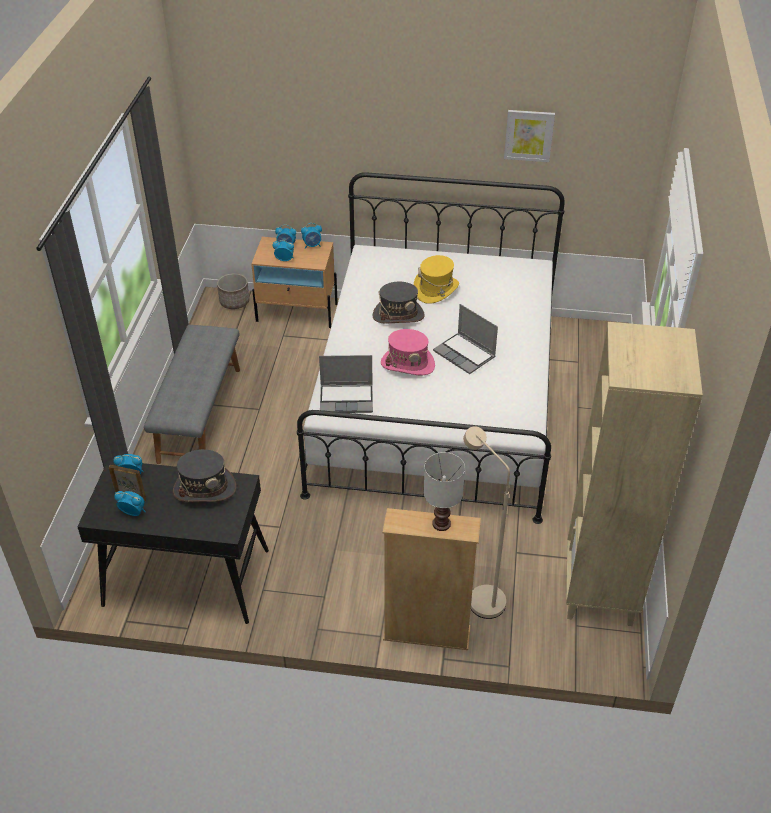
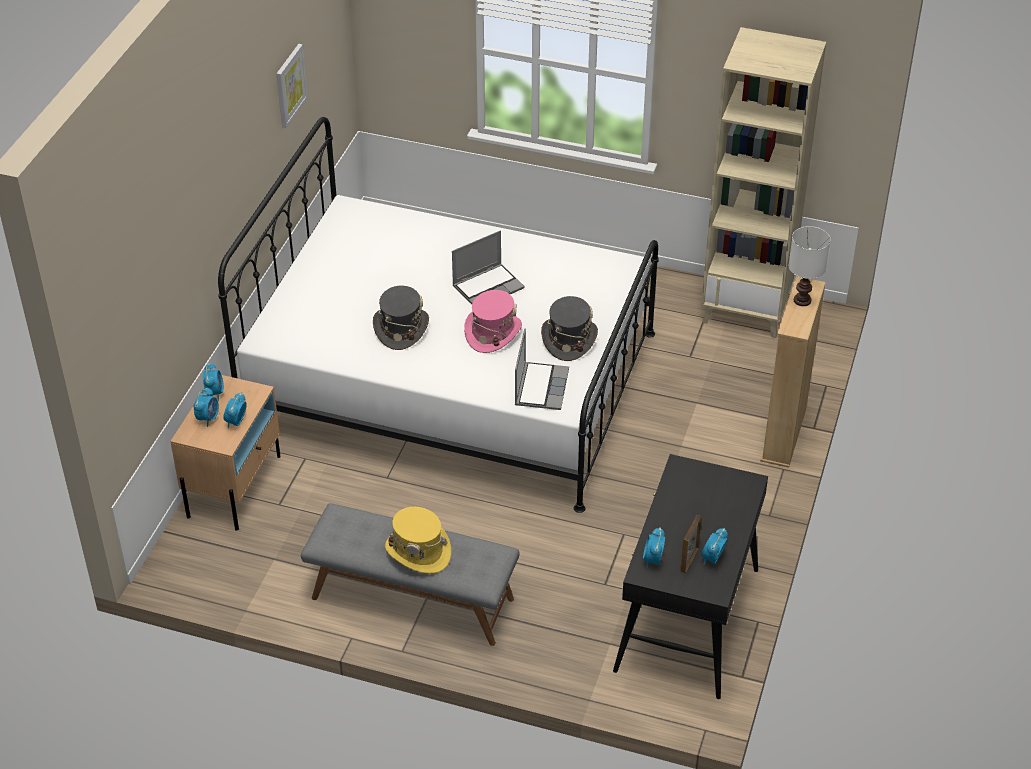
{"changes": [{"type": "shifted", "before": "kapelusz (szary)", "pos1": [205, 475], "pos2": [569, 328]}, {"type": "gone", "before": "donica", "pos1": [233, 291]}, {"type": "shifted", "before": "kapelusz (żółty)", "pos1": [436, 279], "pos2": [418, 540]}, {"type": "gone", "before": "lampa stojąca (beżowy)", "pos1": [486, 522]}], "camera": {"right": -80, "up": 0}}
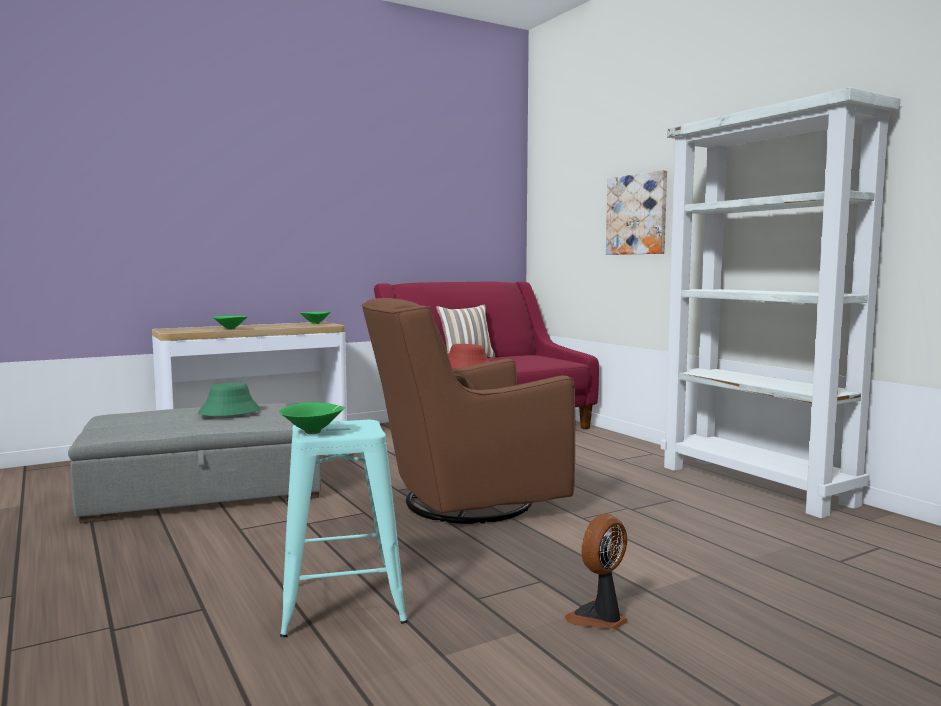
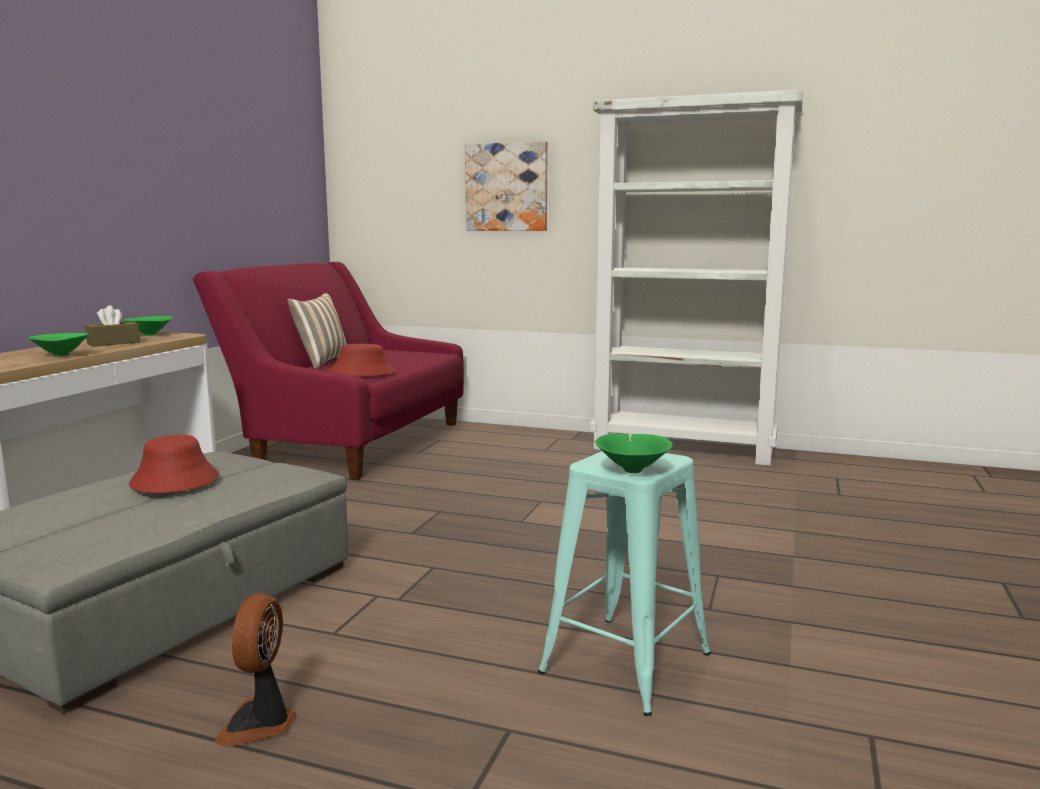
{"changes": [{"type": "repainted", "before": "kapelusz (zielony)", "after": "kapelusz (czerwony)", "pos1": [229, 399], "pos2": [174, 464]}, {"type": "gone", "before": "fotel (brązowy)", "pos1": [468, 411]}, {"type": "shifted", "before": "wentylator", "pos1": [596, 571], "pos2": [255, 670]}, {"type": "new", "after": "pudełko chusteczek (brązowy)", "pos2": [112, 326]}], "camera": {"right": -40, "up": 5}}
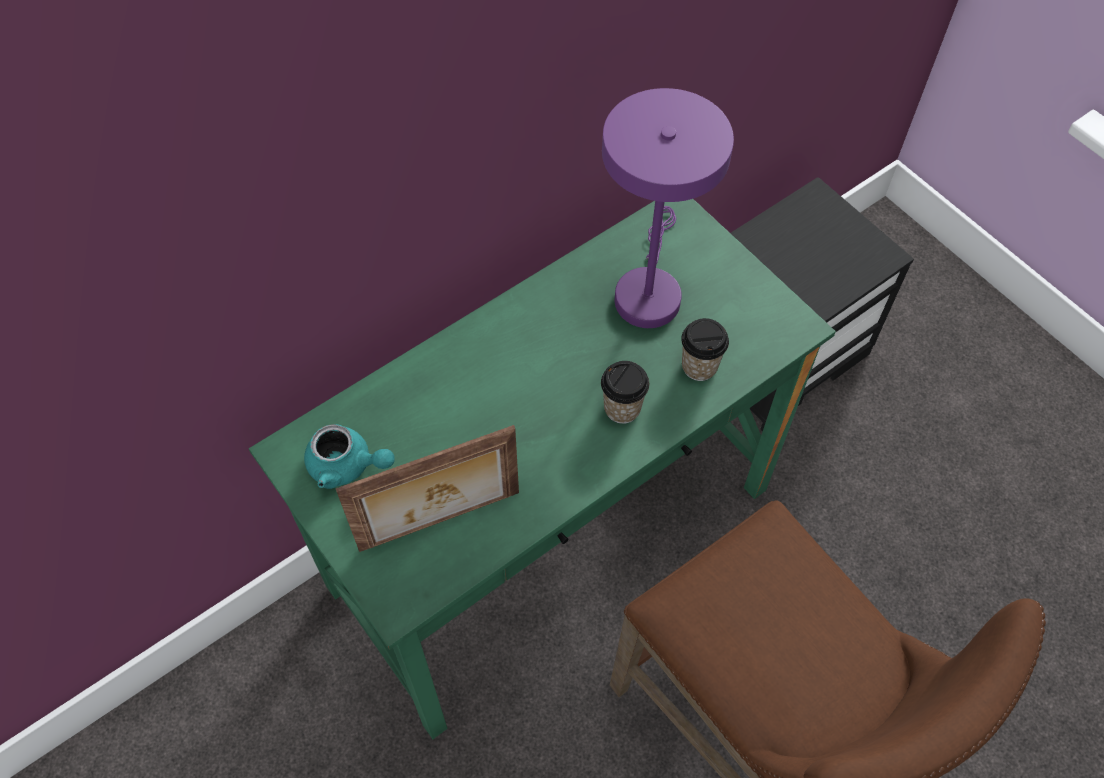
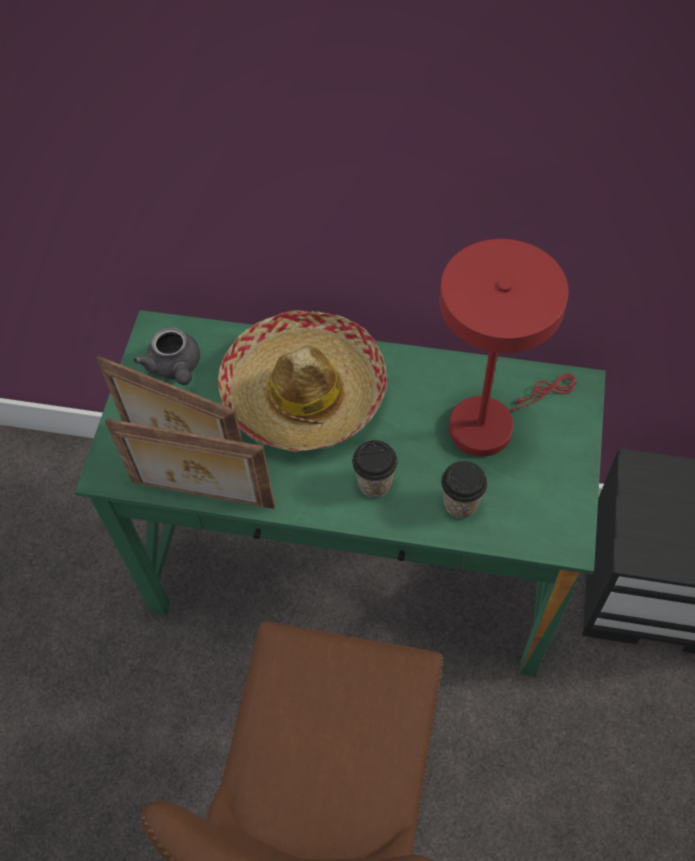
{"changes": [{"type": "repainted", "before": "imbryk (turkusowy)", "after": "imbryk (szary)", "pos1": [349, 456], "pos2": [167, 356]}, {"type": "repainted", "before": "lampa stołowa (fioletowy)", "after": "lampa stołowa (czerwony)", "pos1": [668, 208], "pos2": [508, 348]}, {"type": "new", "after": "ramka na zdjęcie", "pos2": [190, 463]}, {"type": "new", "after": "kapelusz", "pos2": [302, 381]}], "camera": {"right": 50, "up": 0}}
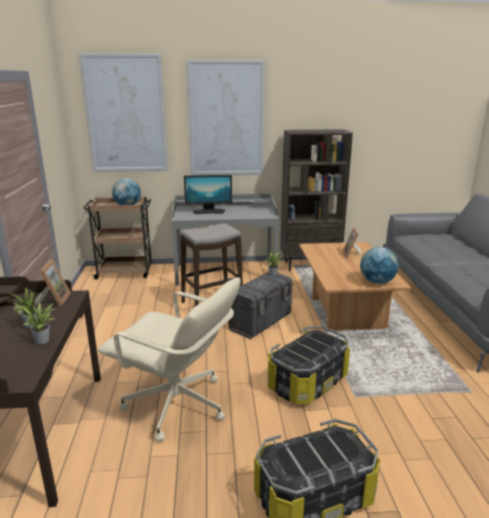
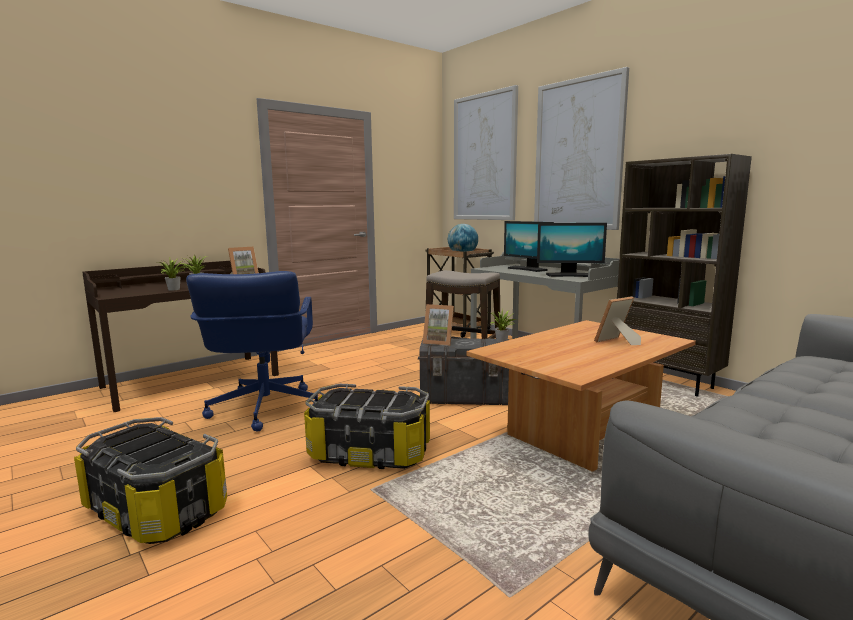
{"changes": [{"type": "repainted", "before": "krzesło biurowe (beżowy)", "after": "krzesło biurowe (niebieski)", "pos1": [169, 359], "pos2": [252, 351]}, {"type": "gone", "before": "globus", "pos1": [379, 265]}, {"type": "new", "after": "ramka na zdjęcie", "pos2": [438, 325]}, {"type": "new", "after": "monitor", "pos2": [572, 250]}], "camera": {"right": 55, "up": -10}}
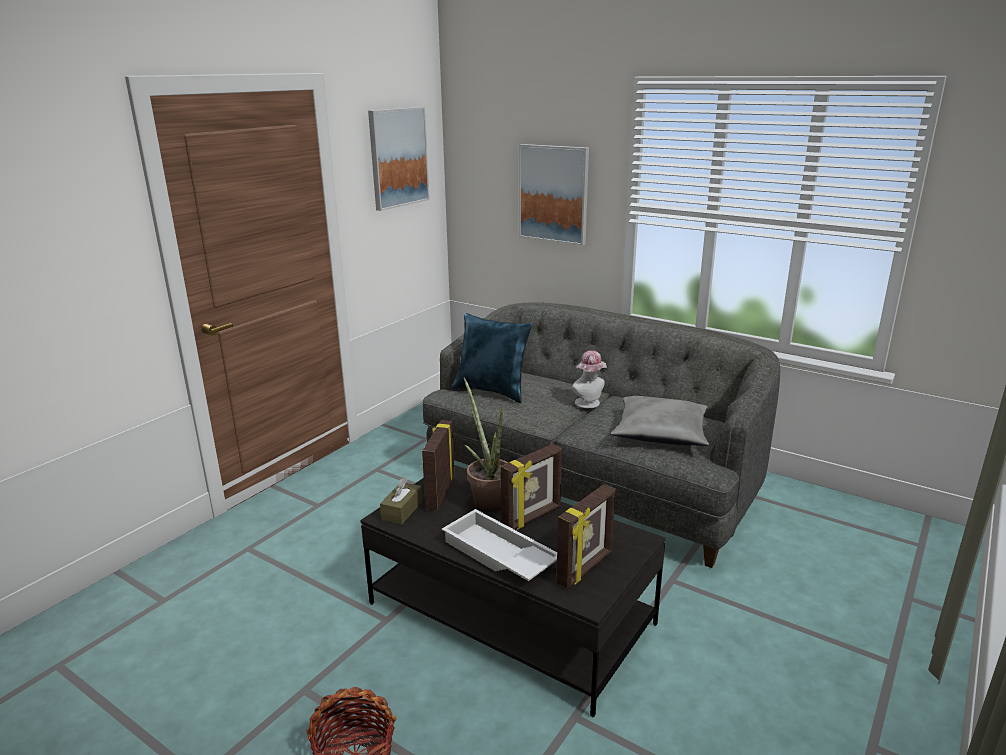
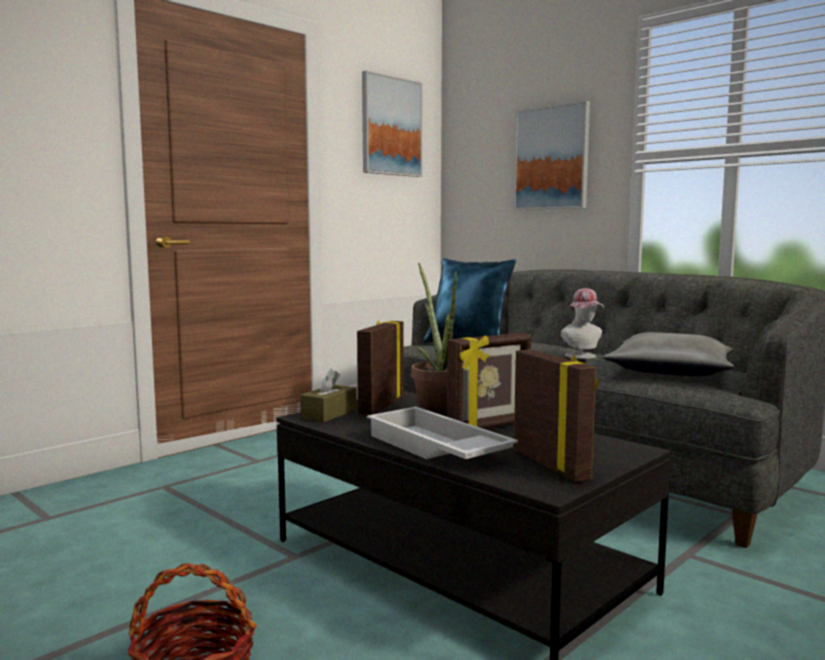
{"changes": [{"type": "rotated", "before": "ramka na zdjęcie", "pos1": [585, 536], "pos2": [556, 415], "turn": -75}], "camera": {"right": 10, "up": -15}}
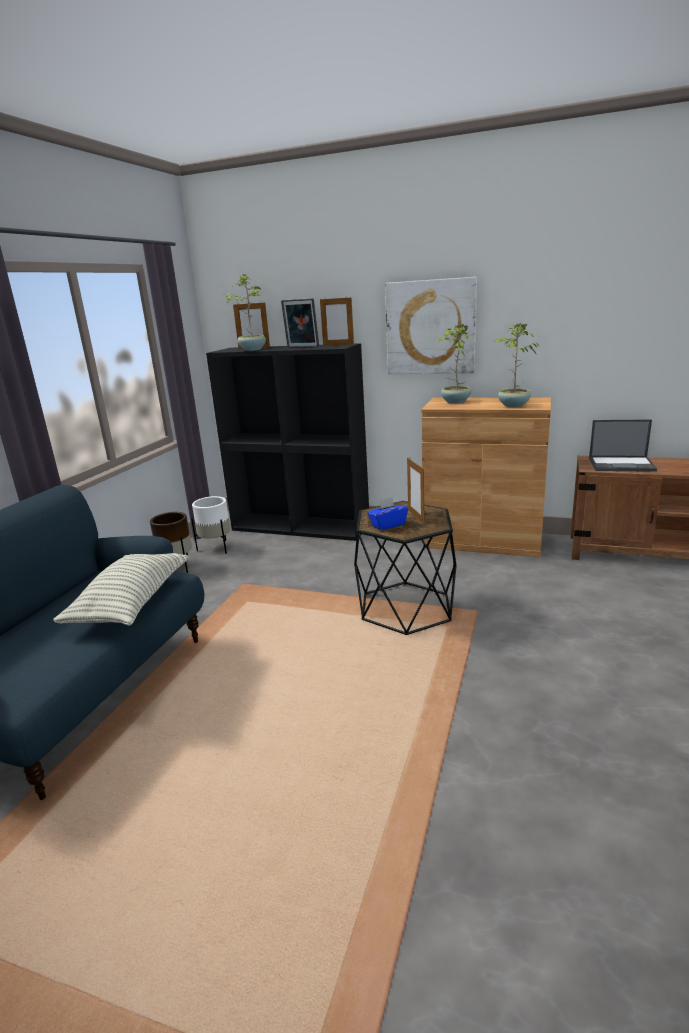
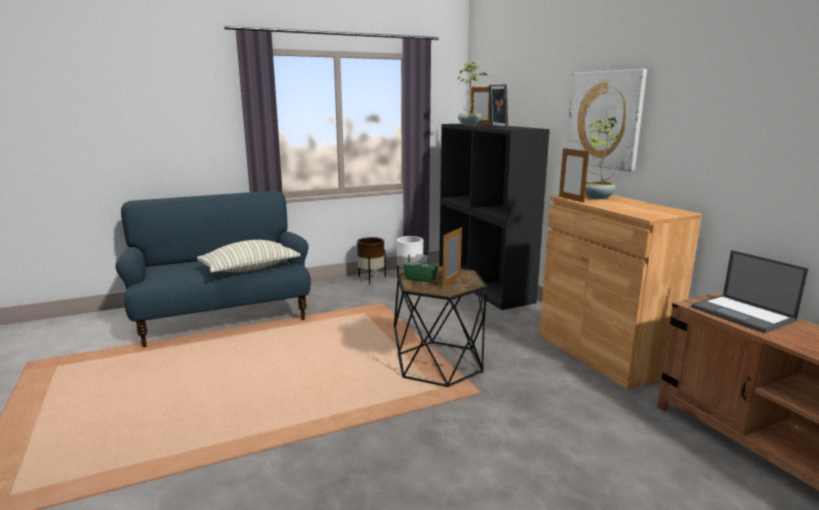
{"changes": [{"type": "shifted", "before": "ramka na zdjęcie", "pos1": [337, 321], "pos2": [574, 175]}, {"type": "repainted", "before": "pudełko chusteczek (niebieski)", "after": "pudełko chusteczek (zielony)", "pos1": [388, 513], "pos2": [421, 268]}, {"type": "gone", "before": "roślina doniczkowa", "pos1": [517, 365]}], "camera": {"right": 45, "up": -5}}
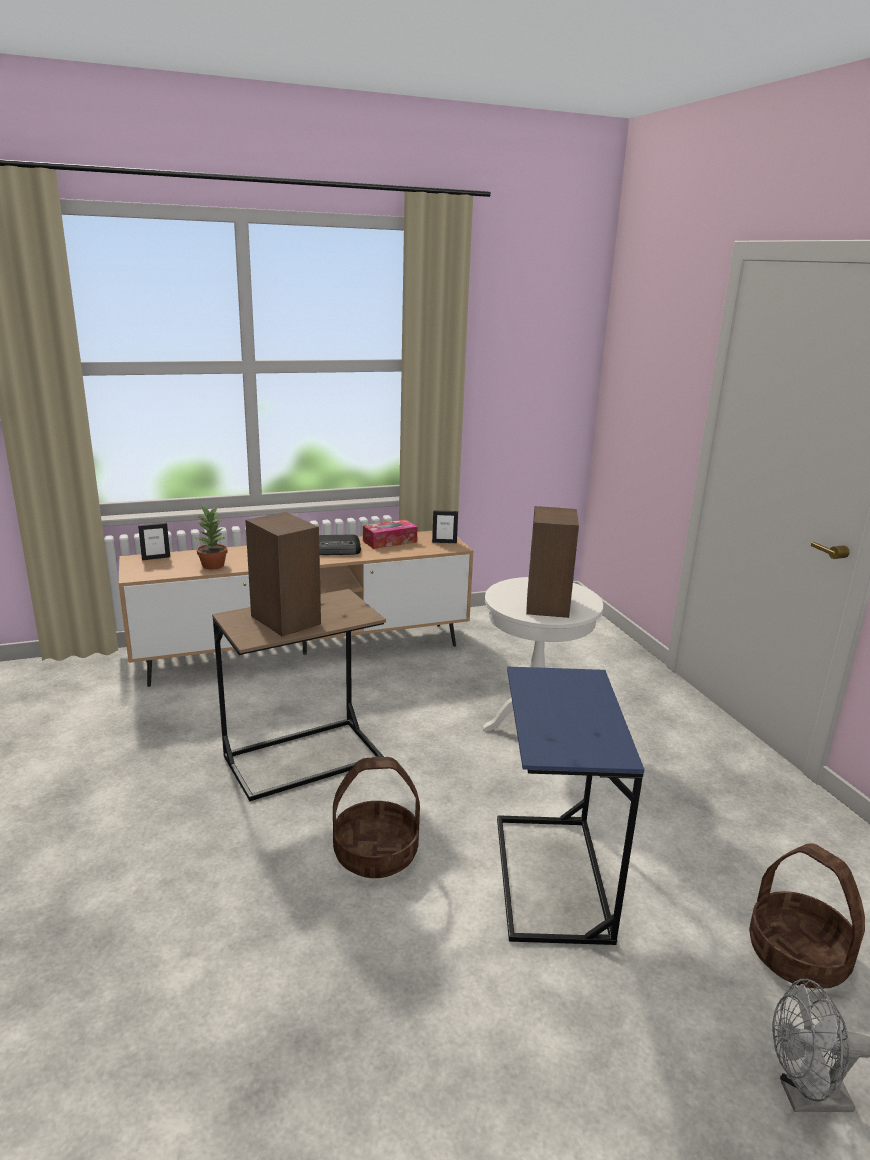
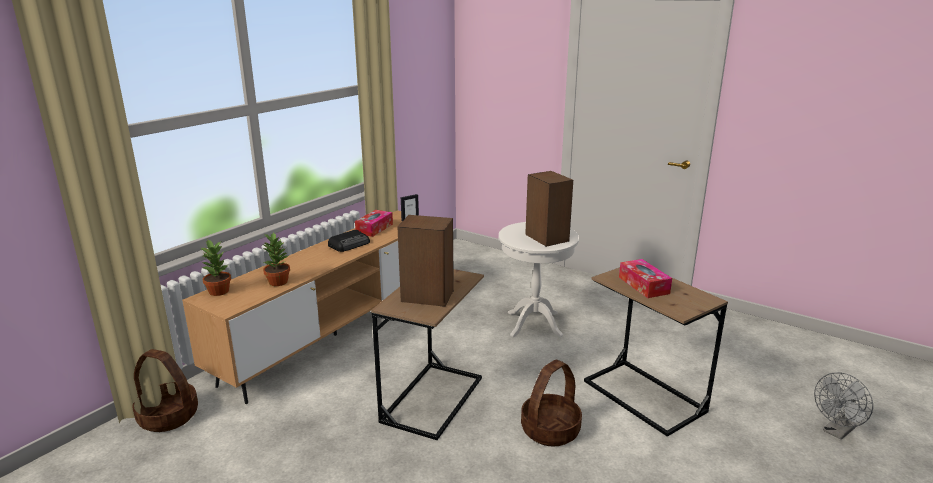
{"changes": [{"type": "swapped", "before": "ramka na zdjęcie", "after": "roślina doniczkowa", "pos1": [154, 541], "pos2": [215, 268]}, {"type": "repainted", "before": "stolik (niebieski)", "after": "stolik (brązowy)", "pos1": [571, 806], "pos2": [656, 352]}, {"type": "shifted", "before": "koszyk", "pos1": [807, 916], "pos2": [165, 390]}, {"type": "new", "after": "pudełko chusteczek", "pos2": [645, 278]}], "camera": {"right": -35, "up": 0}}
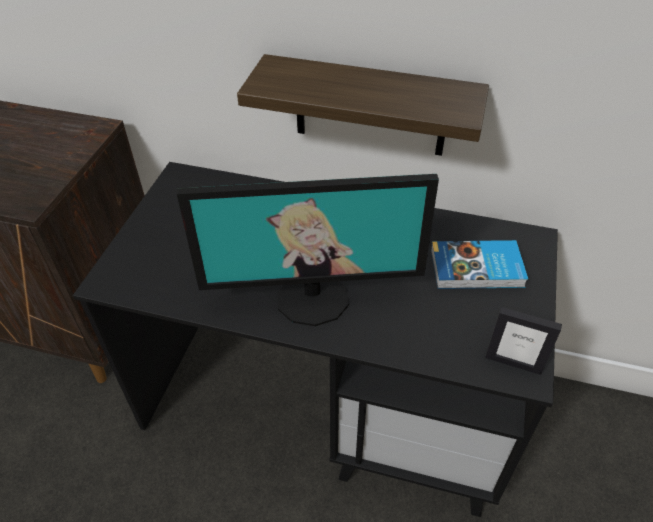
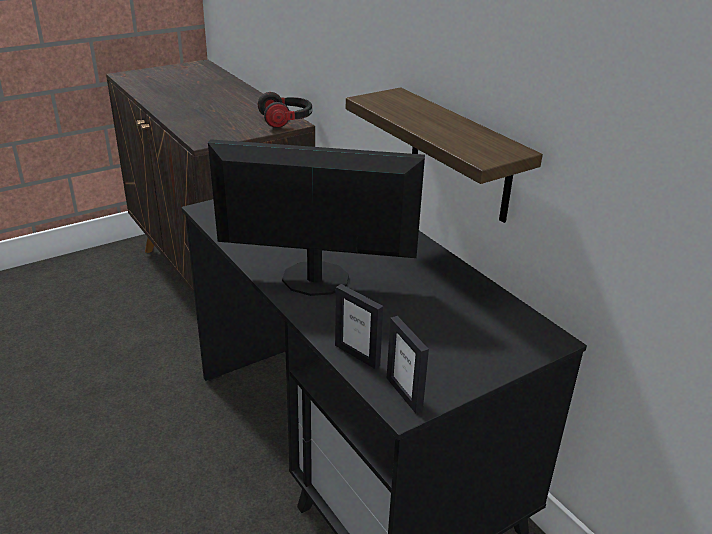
{"changes": [{"type": "rotated", "before": "monitor", "pos1": [308, 250], "pos2": [316, 217], "turn": 150}, {"type": "gone", "before": "książka", "pos1": [479, 264]}, {"type": "new", "after": "słuchawki", "pos2": [285, 110]}, {"type": "new", "after": "ramka na zdjęcie", "pos2": [359, 326]}], "camera": {"right": 40, "up": -15}}
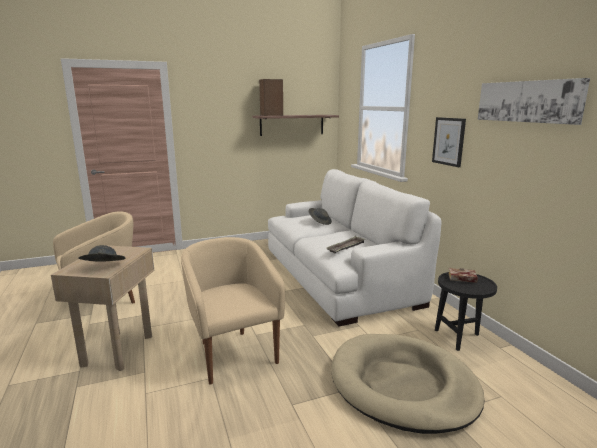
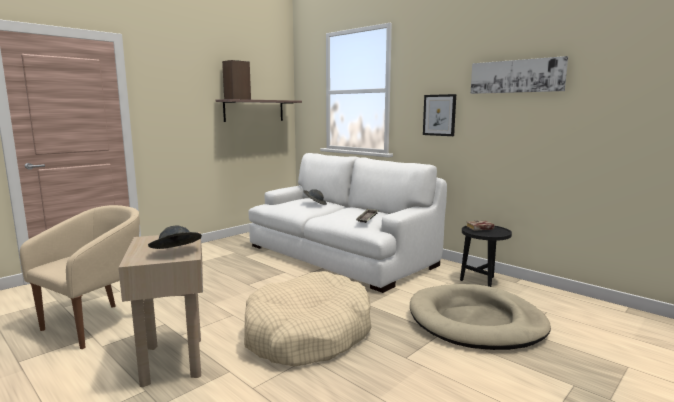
{"changes": [{"type": "swapped", "before": "fotel (beżowy)", "after": "legowisko (beżowy)", "pos1": [233, 311], "pos2": [308, 319]}], "camera": {"right": -25, "up": -5}}
